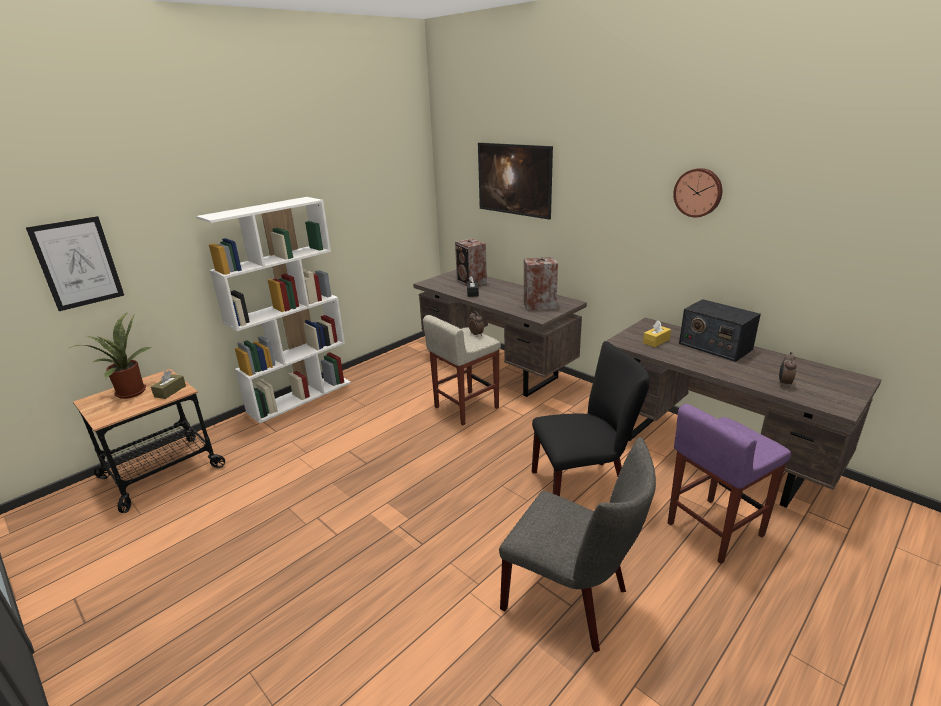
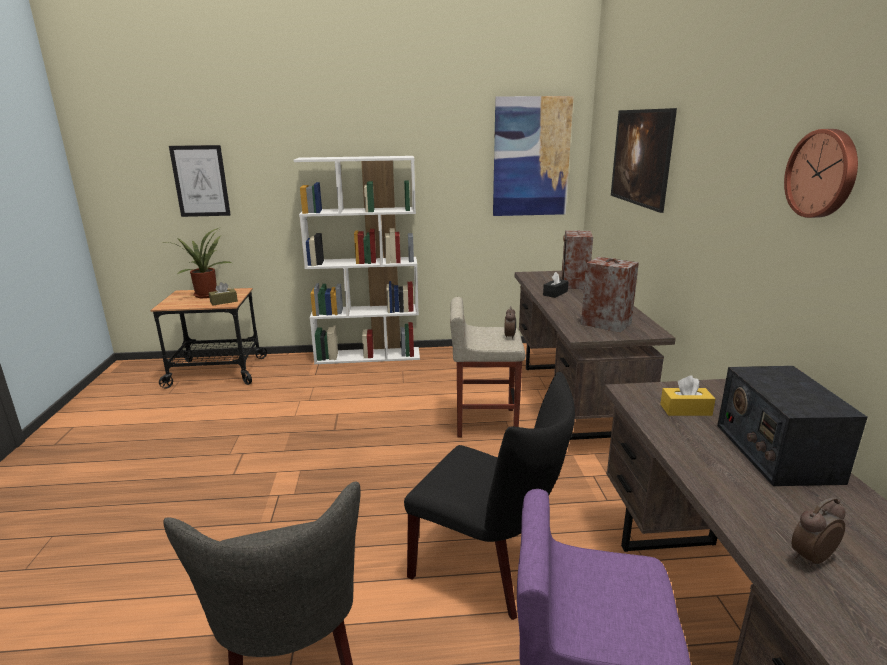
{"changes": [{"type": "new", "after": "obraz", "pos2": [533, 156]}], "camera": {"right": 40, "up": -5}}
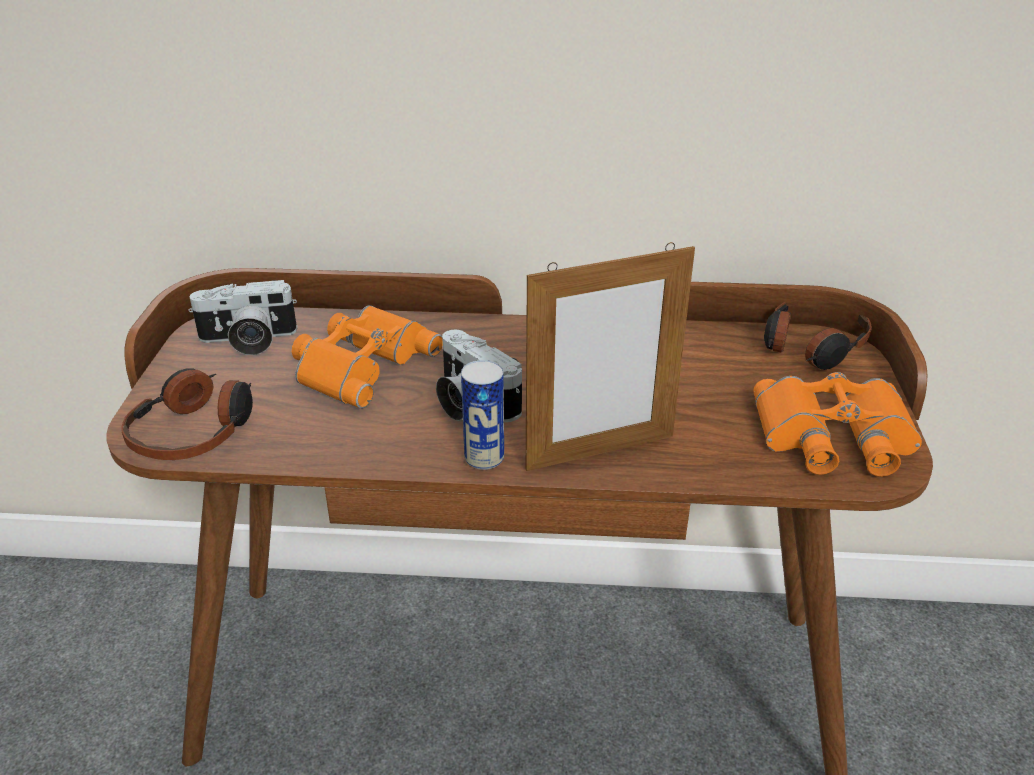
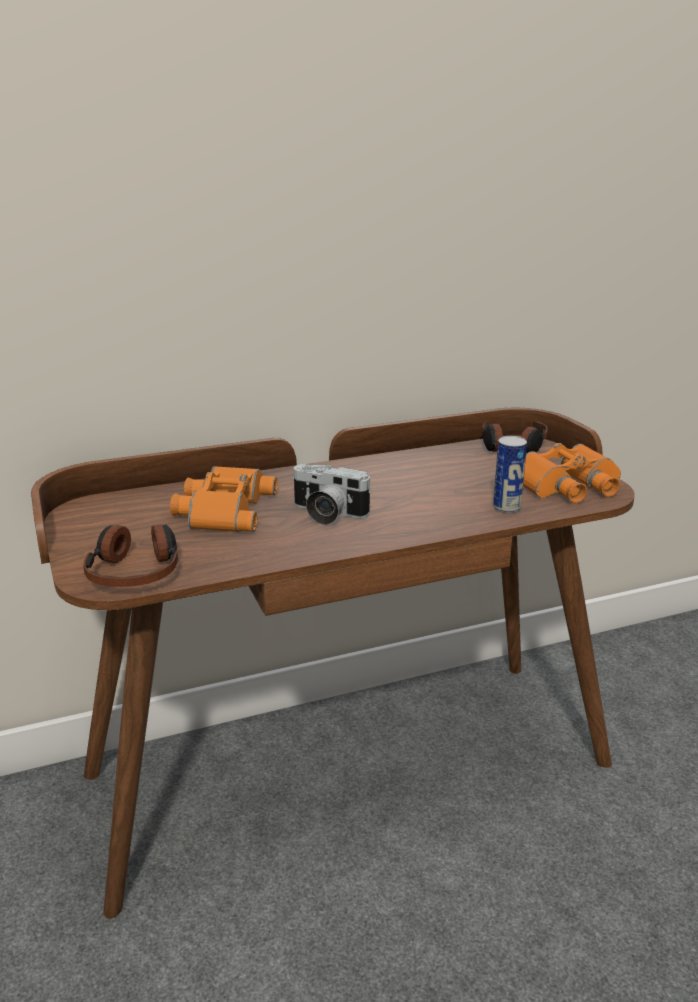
{"changes": [{"type": "gone", "before": "aparat fotograficzny", "pos1": [242, 317]}, {"type": "shifted", "before": "puszka", "pos1": [482, 415], "pos2": [510, 474]}, {"type": "gone", "before": "ramka na zdjęcie", "pos1": [610, 356]}], "camera": {"right": -25, "up": -10}}
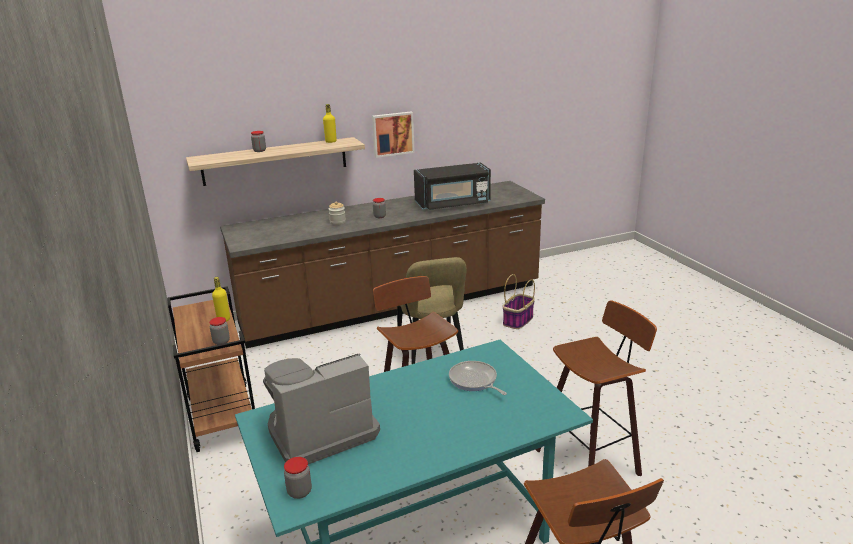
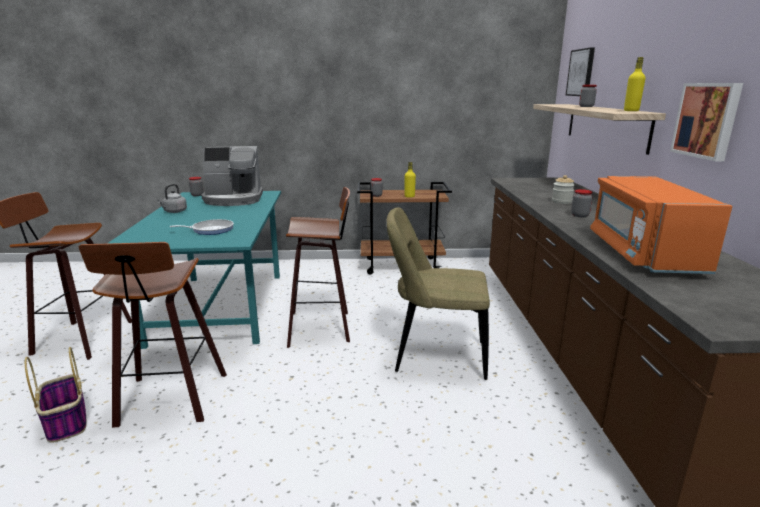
{"changes": [{"type": "rotated", "before": "ekspres do kawy", "pos1": [321, 408], "pos2": [232, 176], "turn": 90}, {"type": "repainted", "before": "mikrofalówka (czarny)", "after": "mikrofalówka (pomarańczowy)", "pos1": [452, 186], "pos2": [661, 225]}, {"type": "shifted", "before": "koszyk", "pos1": [519, 301], "pos2": [56, 395]}, {"type": "new", "after": "czajnik (szary)", "pos2": [172, 198]}, {"type": "new", "after": "obraz", "pos2": [580, 71]}], "camera": {"right": 110, "up": -5}}
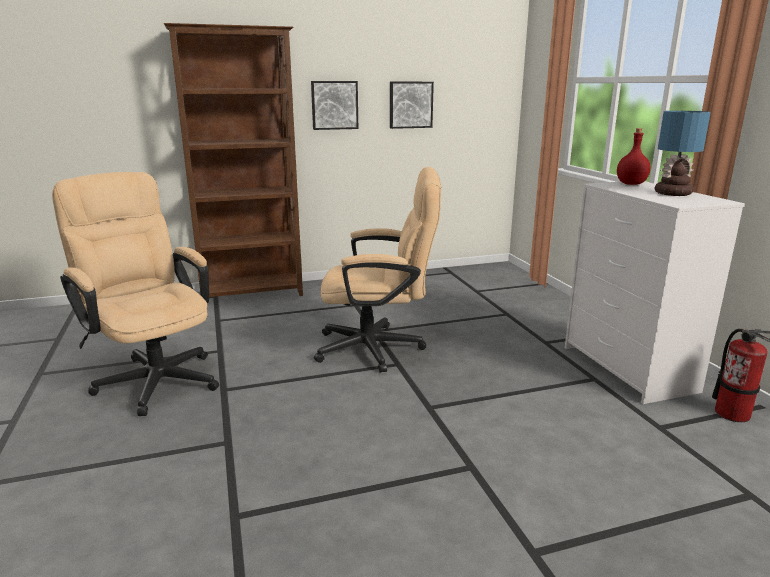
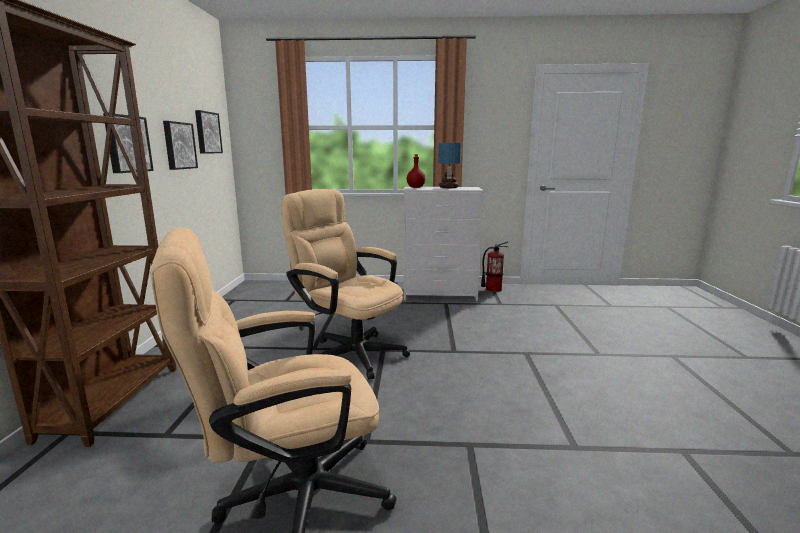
{"changes": [{"type": "rotated", "before": "krzesło biurowe (beżowy)", "pos1": [377, 270], "pos2": [345, 284], "turn": -75}, {"type": "new", "after": "obraz", "pos2": [209, 131]}], "camera": {"right": -70, "up": -5}}
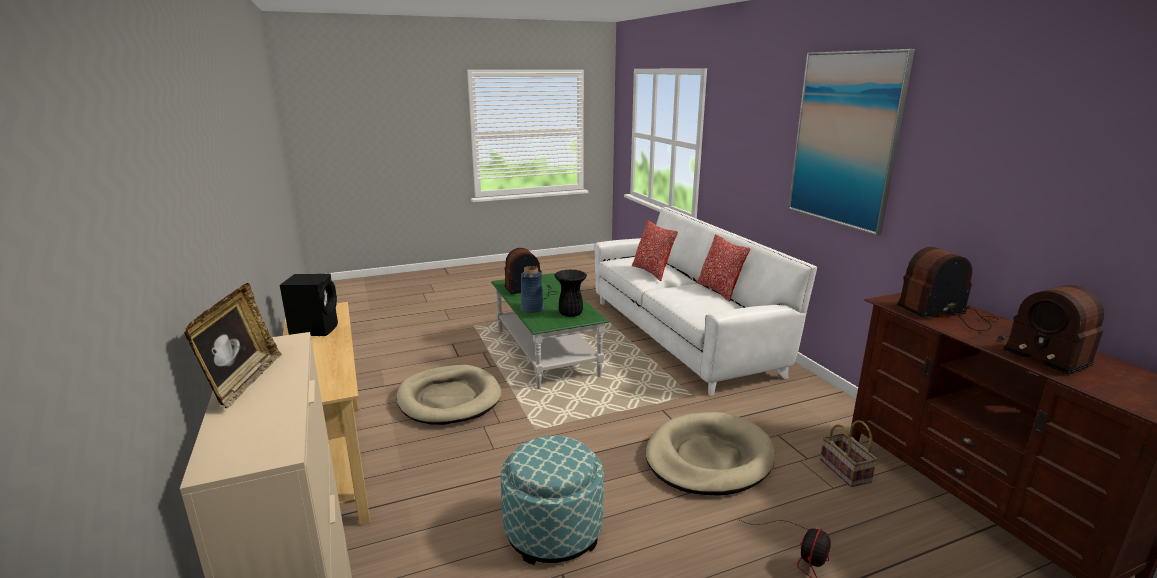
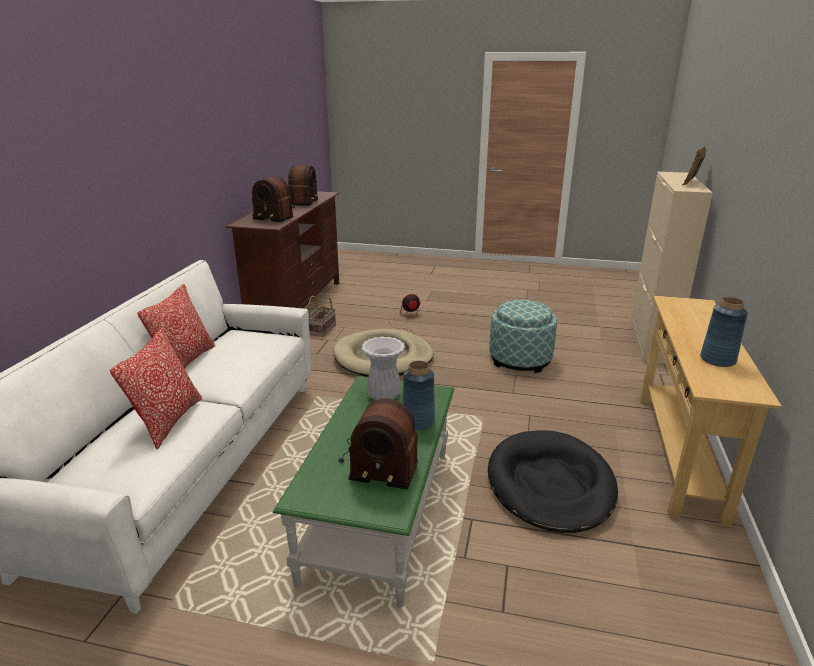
{"changes": [{"type": "swapped", "before": "głośnik (czarny)", "after": "wazon (niebieski)", "pos1": [309, 305], "pos2": [724, 332]}, {"type": "repainted", "before": "legowisko (beżowy)", "after": "legowisko (czarny)", "pos1": [448, 395], "pos2": [553, 481]}, {"type": "repainted", "before": "wazon (czarny)", "after": "wazon (biały)", "pos1": [571, 293], "pos2": [383, 368]}, {"type": "gone", "before": "obraz", "pos1": [851, 142]}], "camera": {"right": -145, "up": 5}}
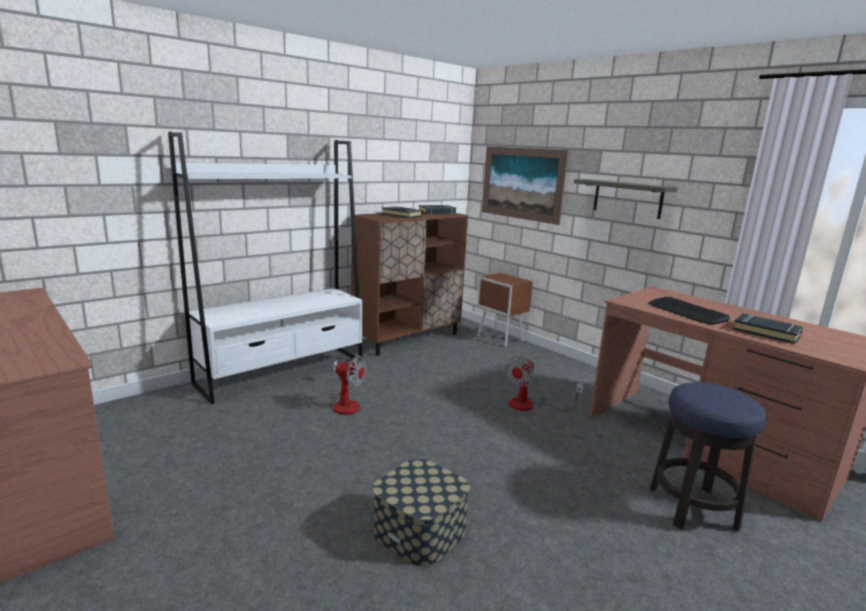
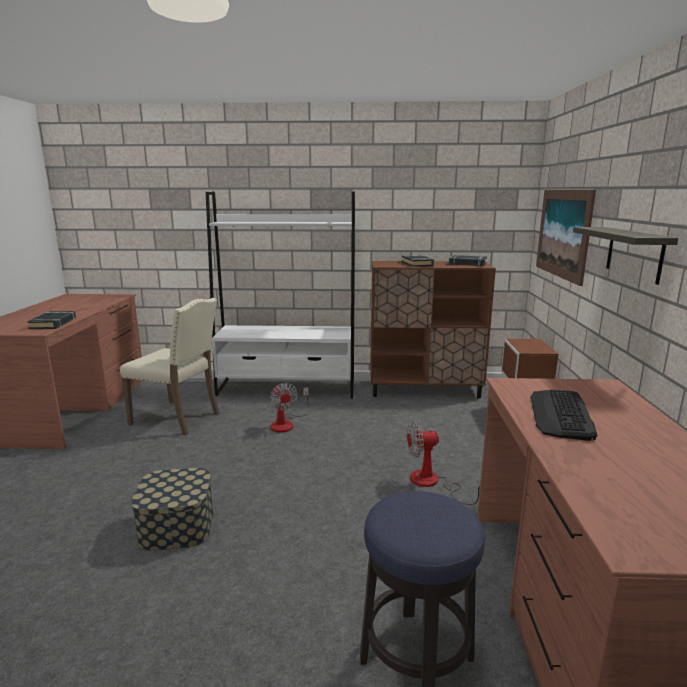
{"changes": [{"type": "shifted", "before": "książka (czarny)", "pos1": [768, 329], "pos2": [51, 320]}, {"type": "new", "after": "krzesło (beżowy)", "pos2": [170, 366]}], "camera": {"right": 45, "up": 0}}
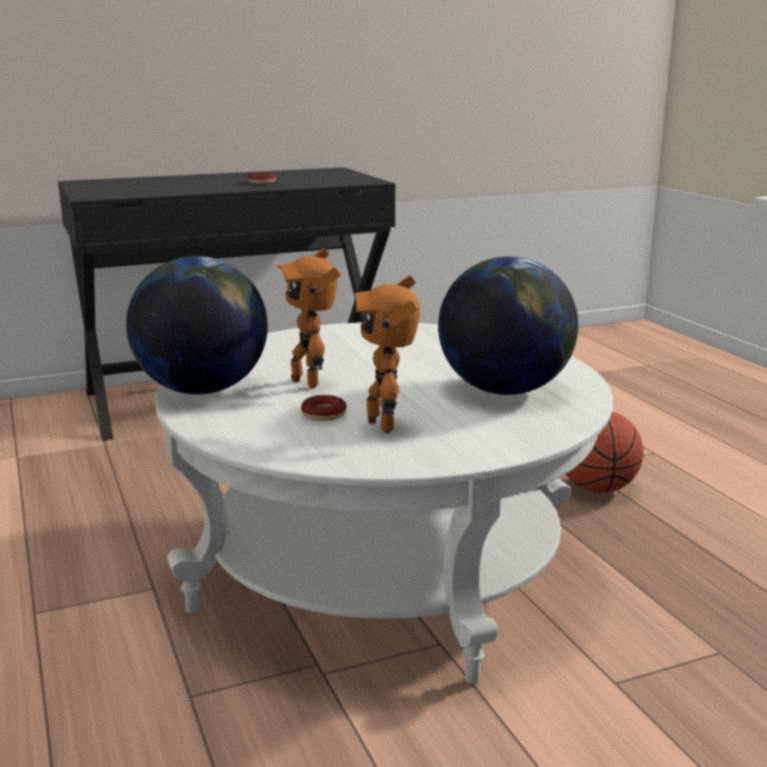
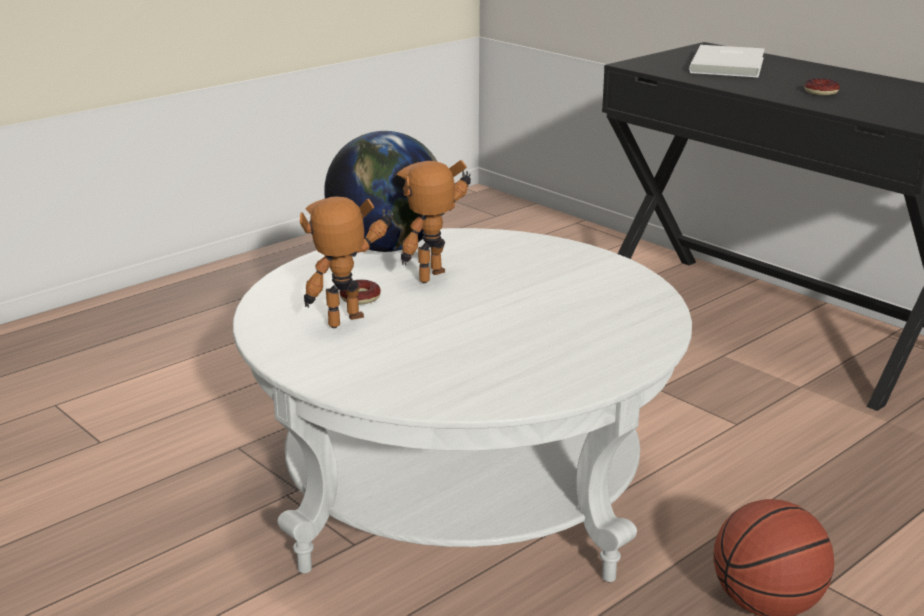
{"changes": [{"type": "gone", "before": "globus", "pos1": [508, 325]}, {"type": "new", "after": "książka (biały)", "pos2": [727, 61]}], "camera": {"right": 70, "up": 5}}
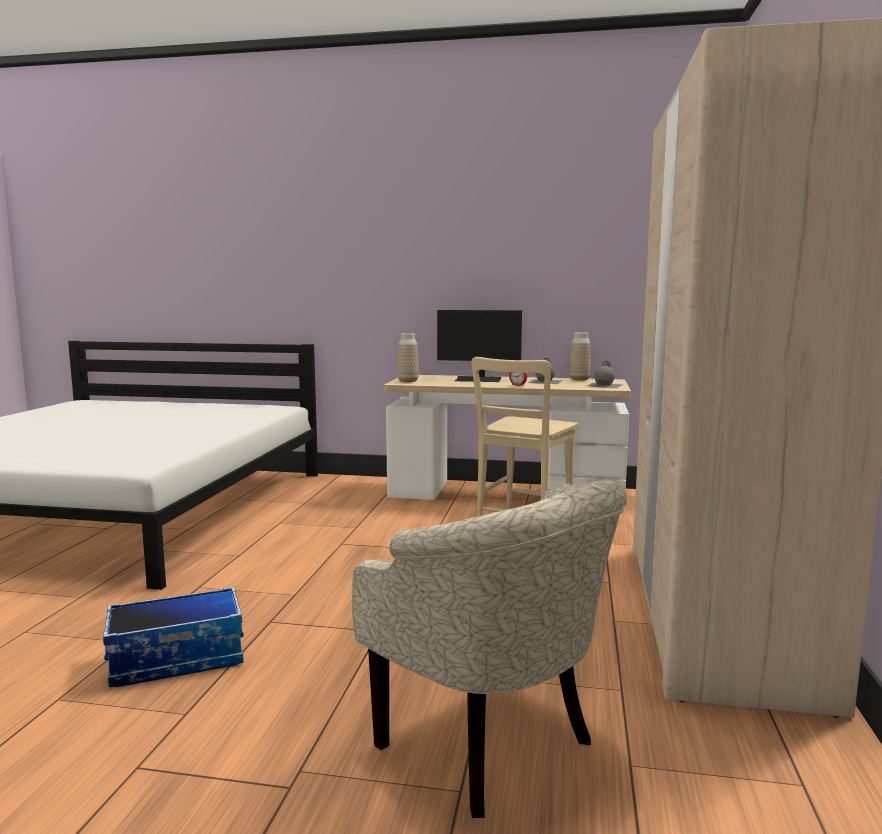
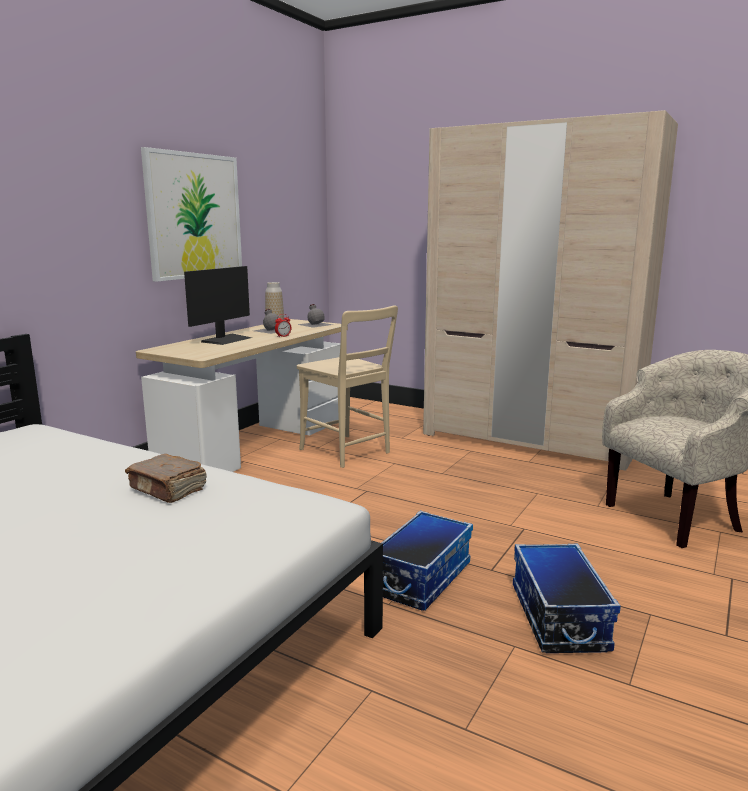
{"changes": [{"type": "gone", "before": "wazon", "pos1": [408, 357]}, {"type": "new", "after": "książka (brązowy)", "pos2": [166, 478]}, {"type": "new", "after": "obraz", "pos2": [191, 214]}, {"type": "new", "after": "pojemnik do przechowywania", "pos2": [427, 561]}], "camera": {"right": -70, "up": 5}}
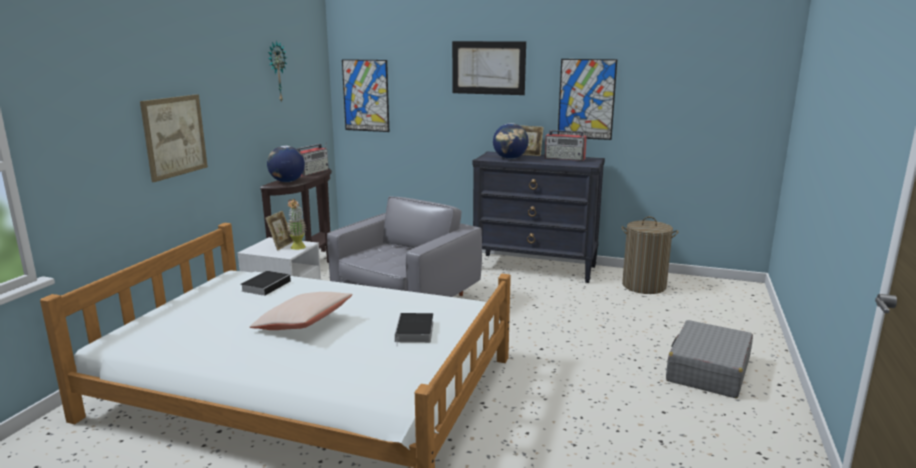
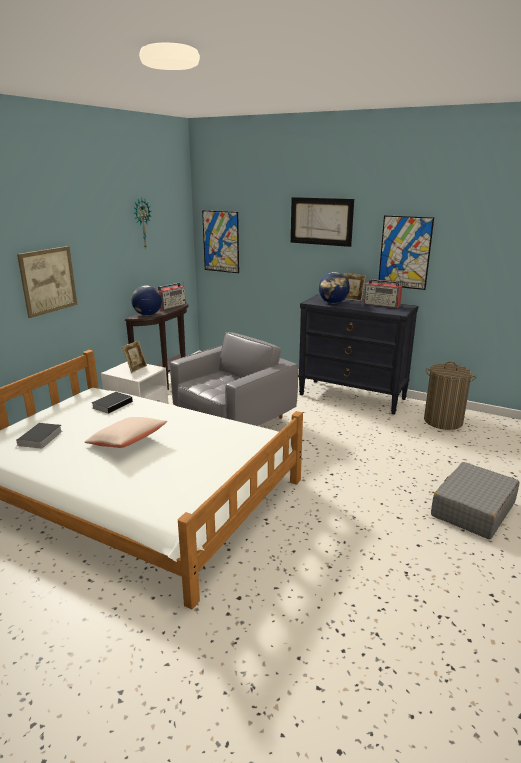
{"changes": [{"type": "gone", "before": "roślina doniczkowa", "pos1": [296, 224]}, {"type": "shifted", "before": "książka", "pos1": [414, 330], "pos2": [38, 436]}], "camera": {"right": 10, "up": 5}}
